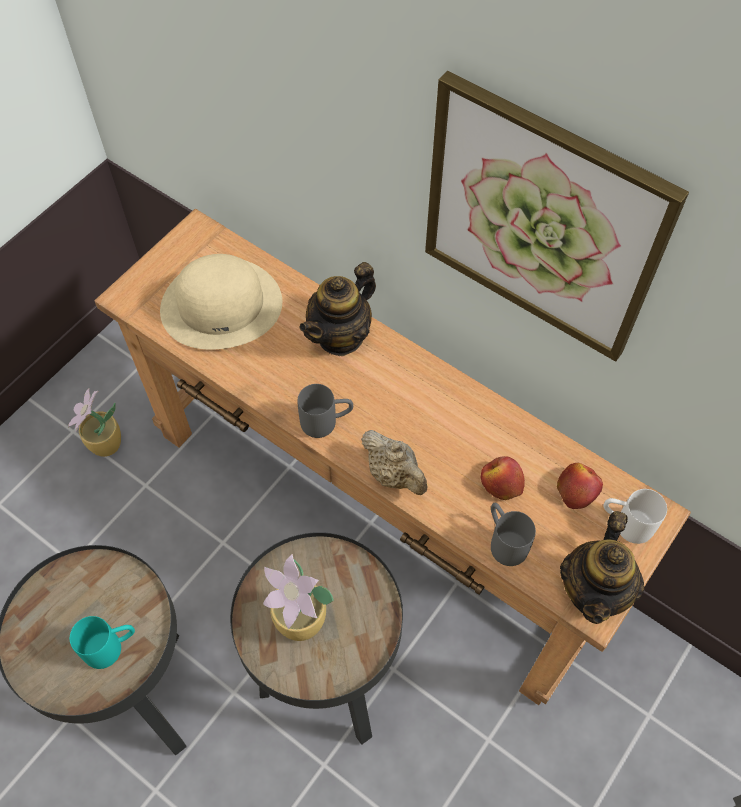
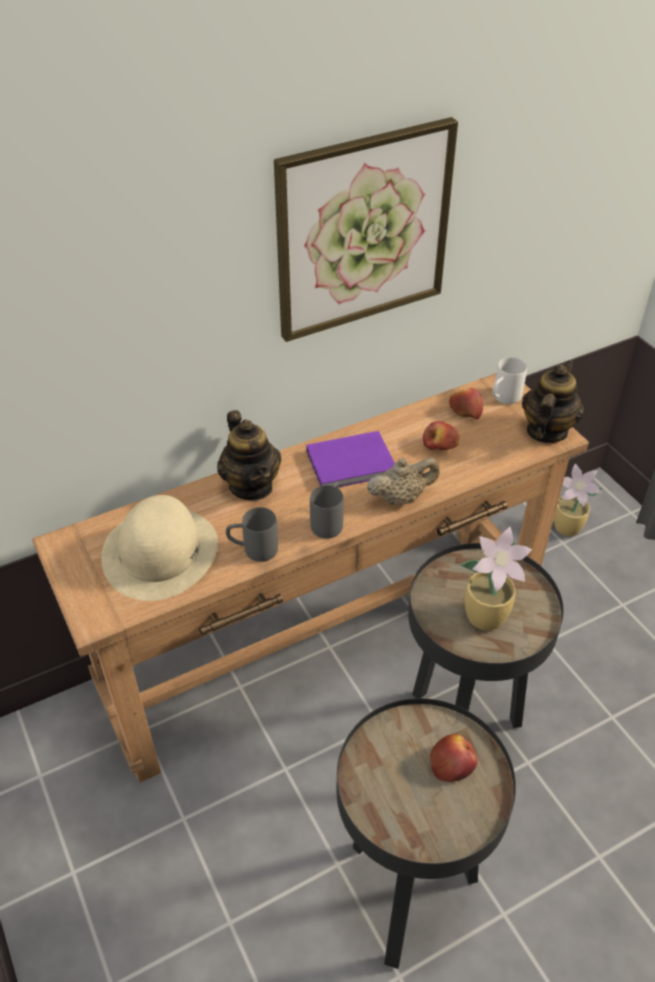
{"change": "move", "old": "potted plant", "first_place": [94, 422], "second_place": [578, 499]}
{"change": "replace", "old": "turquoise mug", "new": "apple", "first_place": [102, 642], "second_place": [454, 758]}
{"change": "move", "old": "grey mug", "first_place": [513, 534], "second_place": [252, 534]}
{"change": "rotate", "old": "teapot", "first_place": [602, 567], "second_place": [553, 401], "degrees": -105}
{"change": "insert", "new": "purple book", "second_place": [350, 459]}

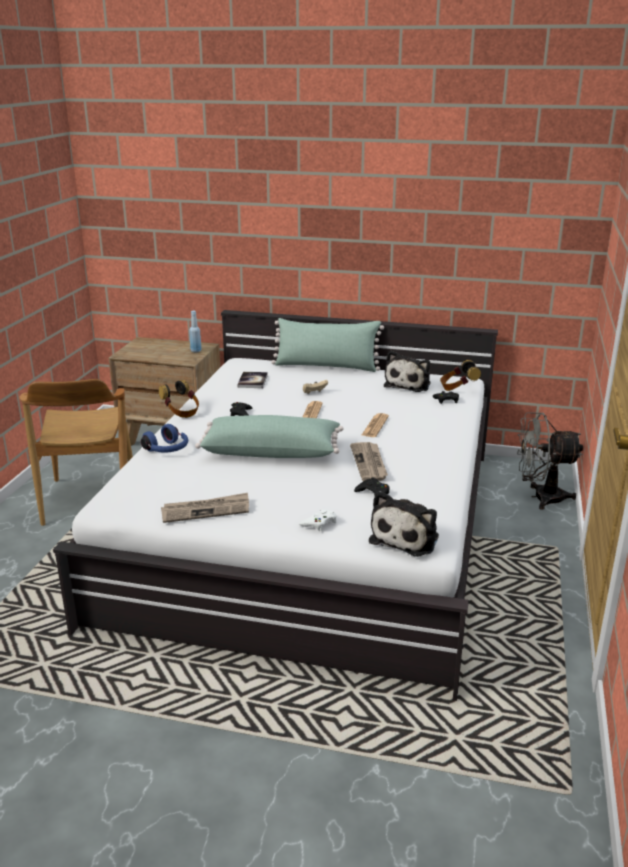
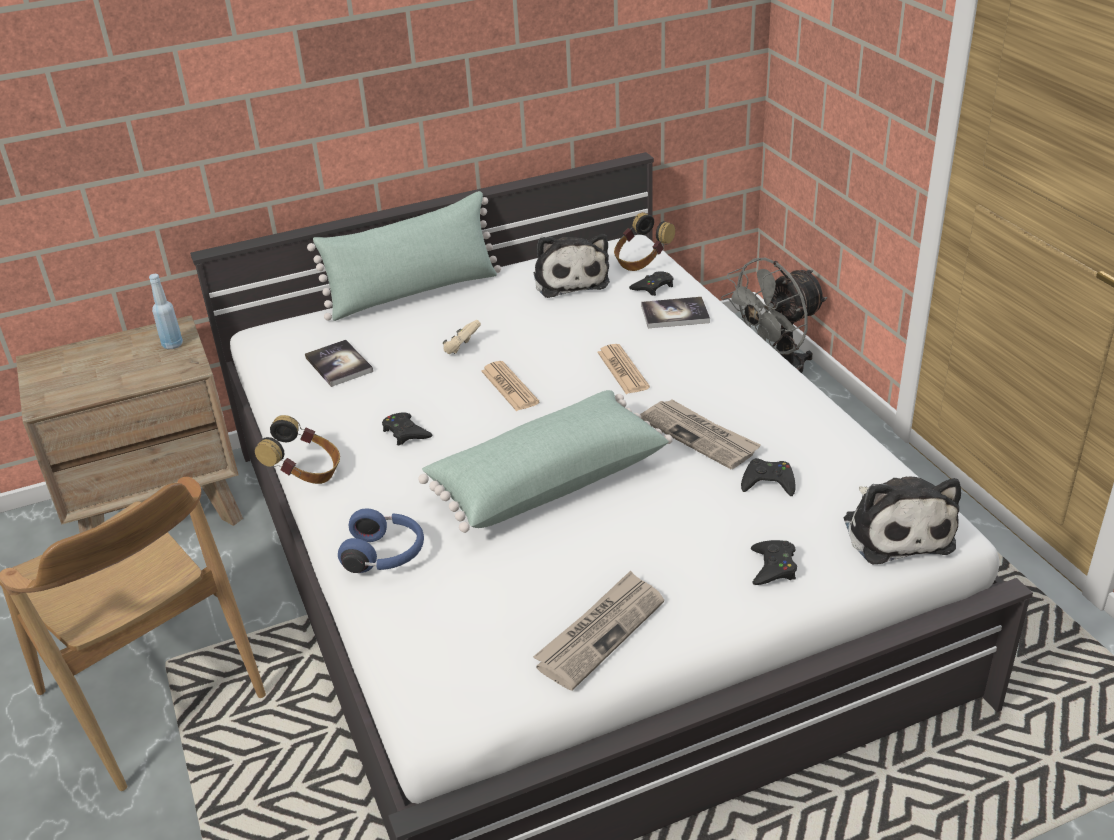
{"change": "recolor", "old": "white game controller", "new": "black game controller", "first_place": [318, 520], "second_place": [774, 562]}
{"change": "insert", "new": "book", "second_place": [675, 312]}

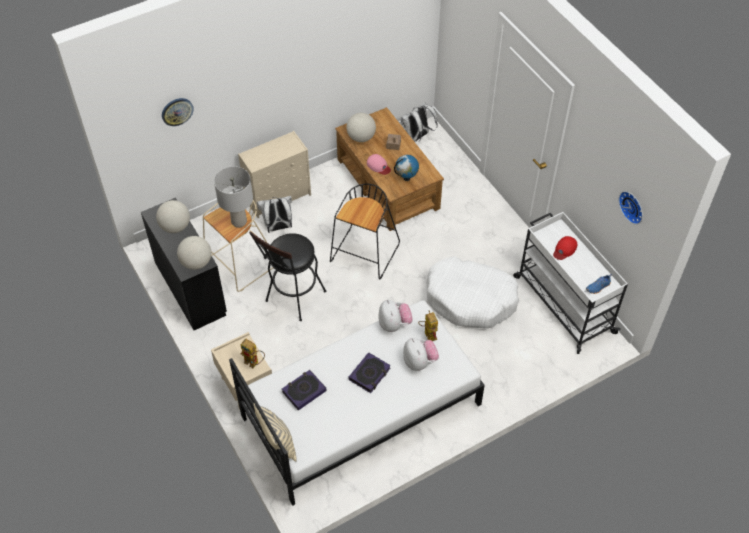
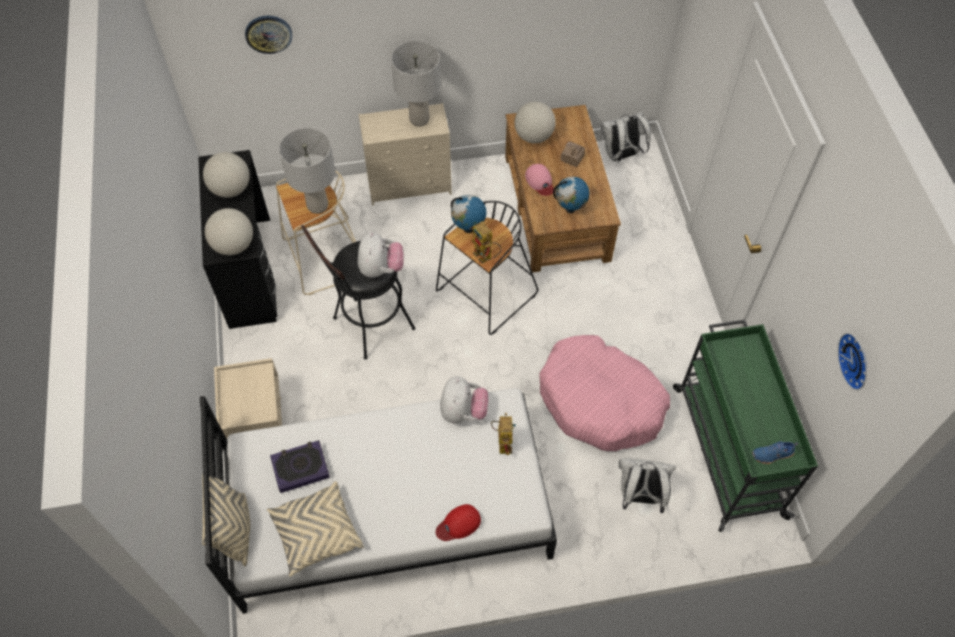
{"change": "move", "old": "toy robot", "first_place": [252, 353], "second_place": [486, 242]}
{"change": "move", "old": "white backpack", "first_place": [274, 214], "second_place": [648, 485]}
{"change": "delete", "old": "book", "first_place": [370, 372]}
{"change": "move", "old": "plush toy", "first_place": [421, 354], "second_place": [381, 255]}
{"change": "recolor", "old": "white dog bed", "new": "pink dog bed", "first_place": [473, 292], "second_place": [605, 393]}
{"change": "recolor", "old": "white cart", "new": "green cart", "first_place": [570, 283], "second_place": [745, 425]}
{"change": "move", "old": "red cap", "first_place": [565, 248], "second_place": [458, 522]}
{"change": "insert", "new": "beige pillow", "second_place": [315, 529]}
{"change": "insert", "new": "grey table lamp", "second_place": [416, 84]}
{"change": "insert", "new": "globe", "second_place": [468, 214]}

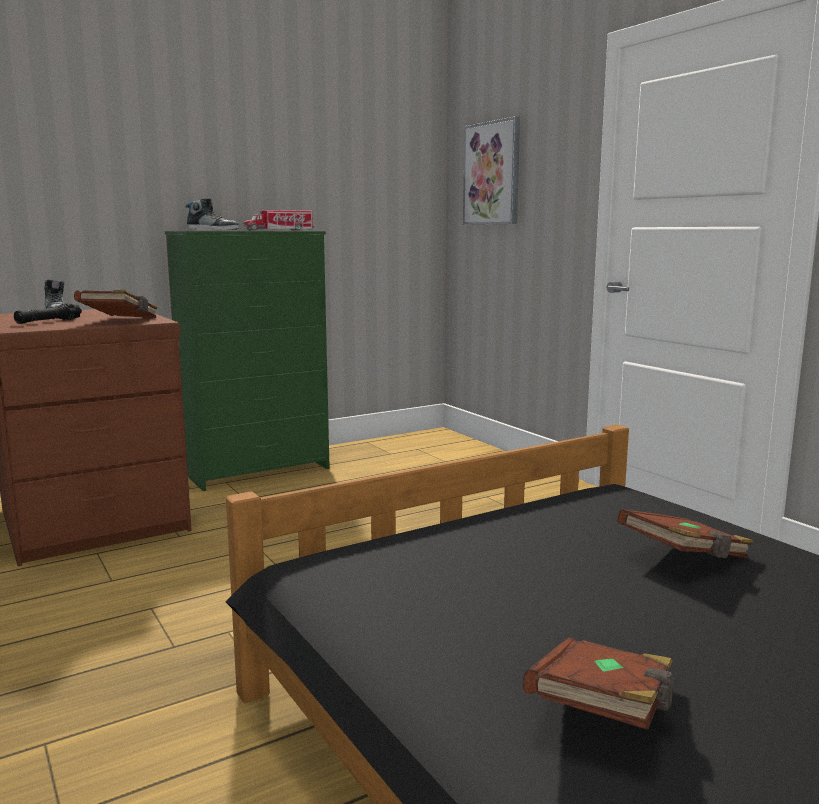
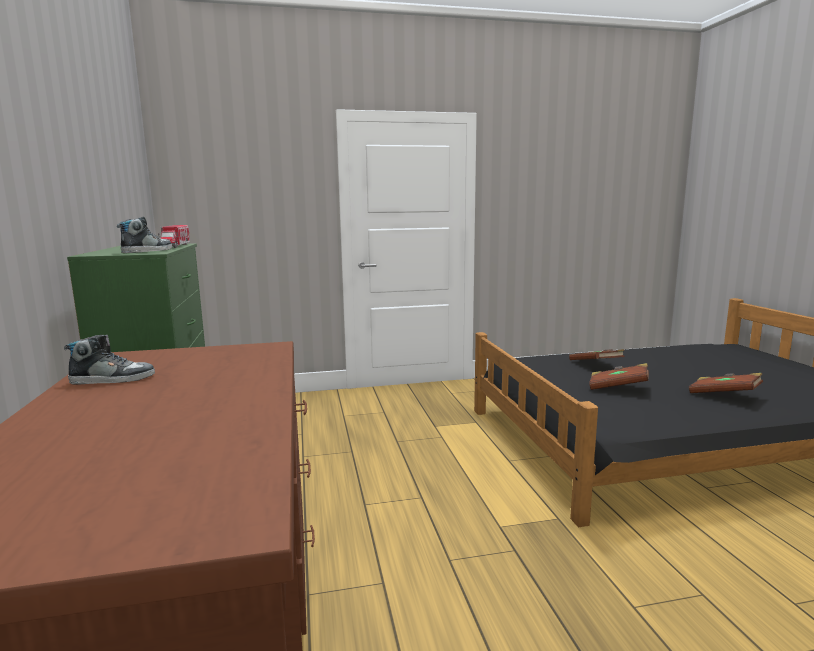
{"change": "delete", "old": "black flashlight", "first_place": [48, 313]}
{"change": "move", "old": "brown book", "first_place": [116, 304], "second_place": [619, 376]}
{"change": "delete", "old": "picture", "first_place": [491, 171]}

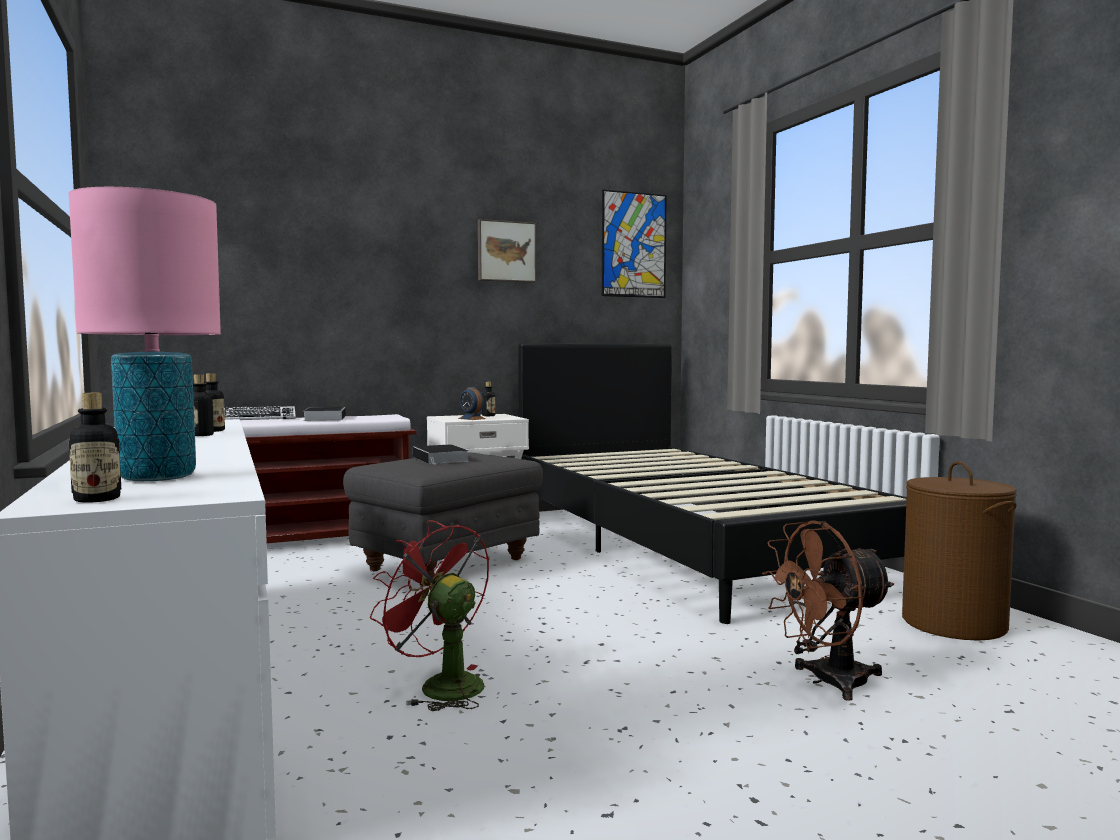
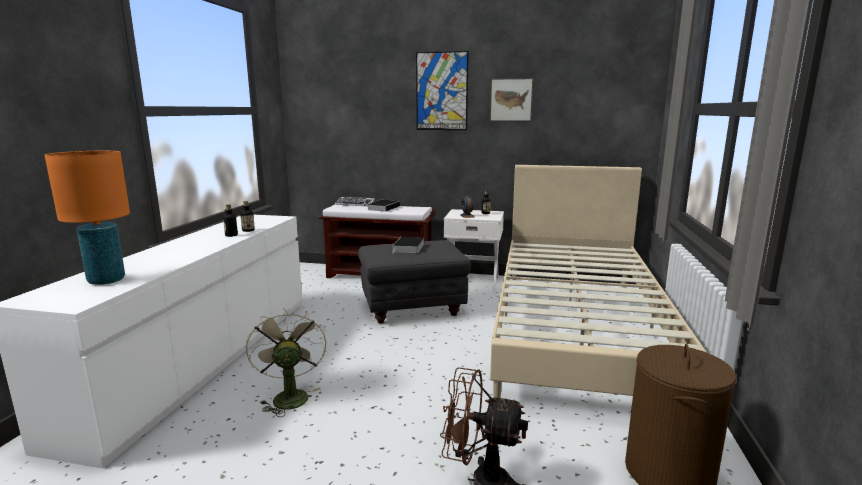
{"change": "recolor", "old": "pink table lamp", "new": "orange table lamp", "first_place": [145, 334], "second_place": [87, 218]}
{"change": "delete", "old": "bottle", "first_place": [95, 448]}
{"change": "recolor", "old": "red fan", "new": "beige fan", "first_place": [429, 615], "second_place": [286, 362]}
{"change": "recolor", "old": "black bed", "new": "beige bed", "first_place": [712, 483], "second_place": [598, 281]}
{"change": "move", "old": "picture", "first_place": [634, 244], "second_place": [442, 90]}

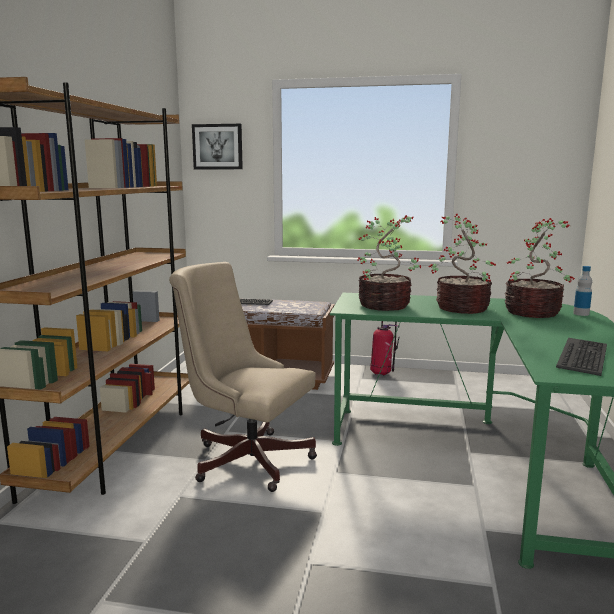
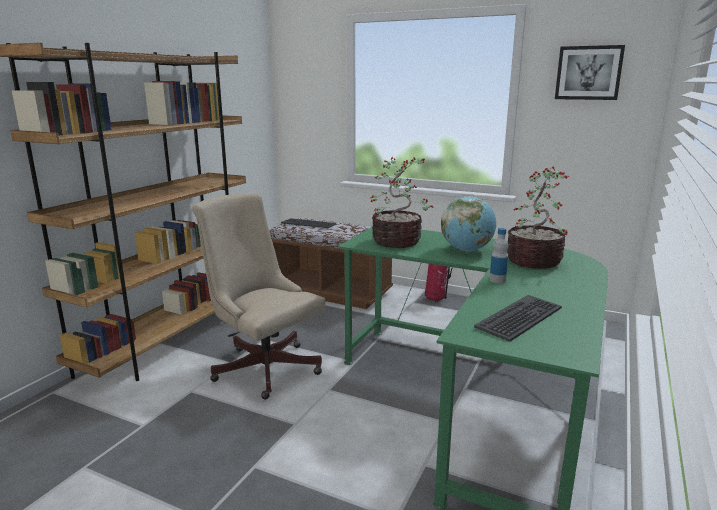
{"change": "move", "old": "picture", "first_place": [217, 146], "second_place": [590, 72]}
{"change": "replace", "old": "potted plant", "new": "globe", "first_place": [462, 264], "second_place": [468, 223]}
{"change": "move", "old": "bottle", "first_place": [582, 291], "second_place": [498, 255]}

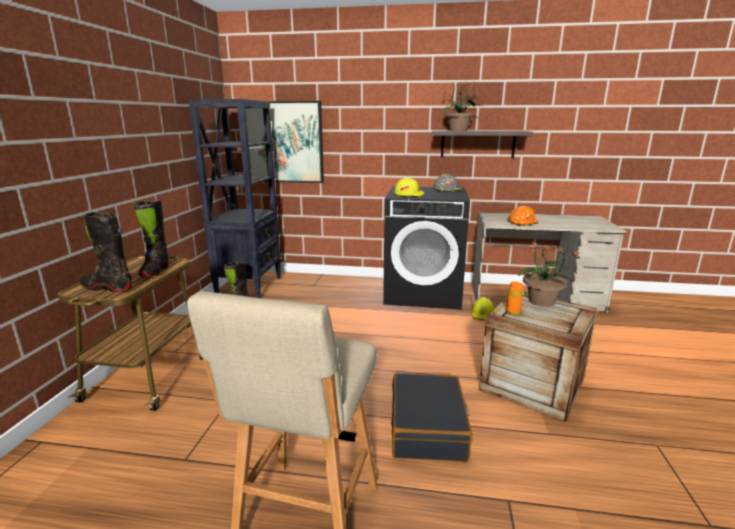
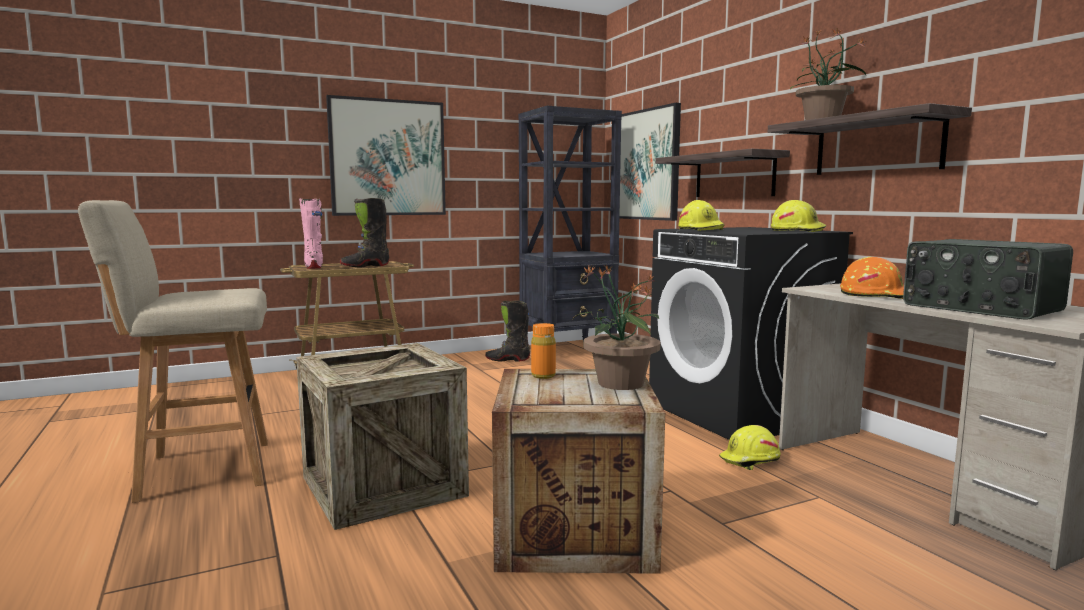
{"change": "recolor", "old": "black boot", "new": "pink boot", "first_place": [106, 252], "second_place": [311, 233]}
{"change": "replace", "old": "black suitcase", "new": "crate", "first_place": [431, 417], "second_place": [382, 436]}
{"change": "recolor", "old": "grey hard hat", "new": "yellow hard hat", "first_place": [447, 183], "second_place": [798, 216]}
{"change": "insert", "new": "picture", "second_place": [386, 155]}
{"change": "insert", "new": "shelf", "second_place": [722, 173]}
{"change": "insert", "new": "radio", "second_place": [988, 279]}

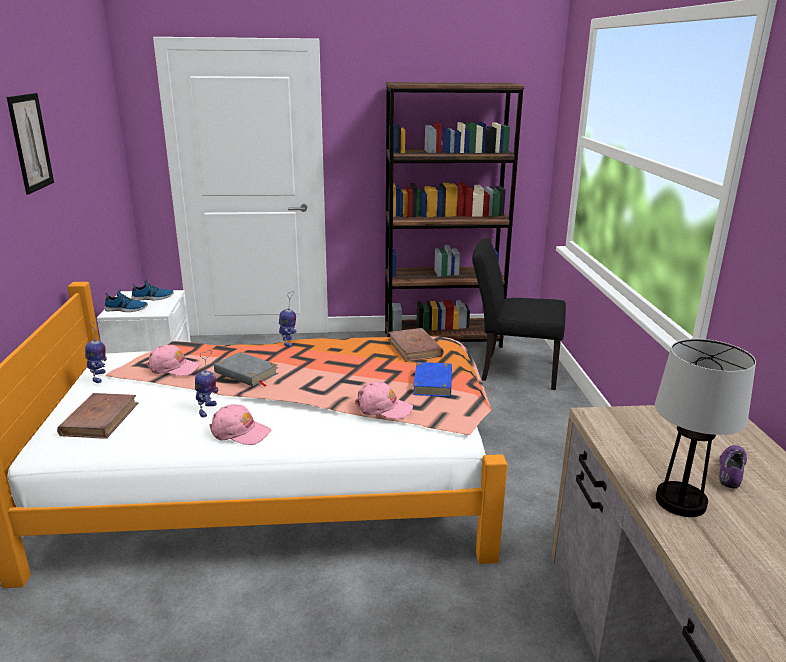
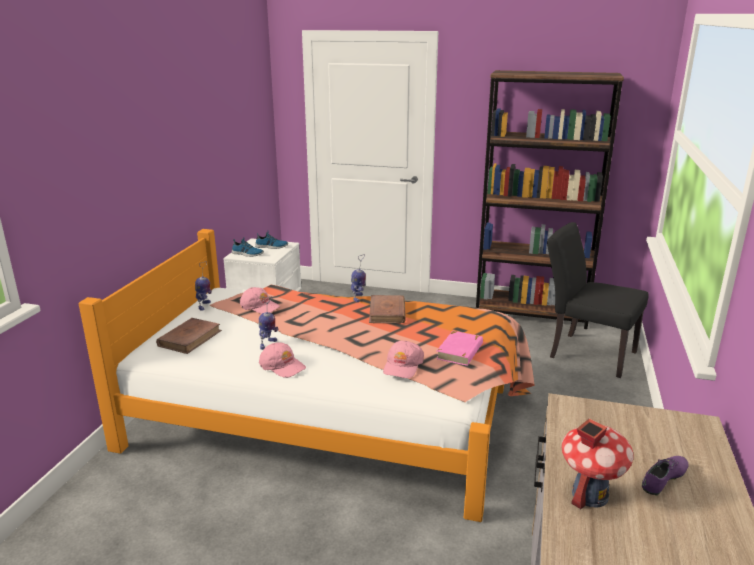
{"change": "delete", "old": "picture", "first_place": [30, 143]}
{"change": "delete", "old": "grey book", "first_place": [246, 369]}
{"change": "rotate", "old": "pink cap", "first_place": [384, 400], "second_place": [403, 359], "degrees": 75}
{"change": "move", "old": "brown book", "first_place": [416, 345], "second_place": [387, 309]}
{"change": "recolor", "old": "blue book", "new": "pink book", "first_place": [432, 379], "second_place": [459, 348]}
{"change": "replace", "old": "table lamp", "new": "toy house", "first_place": [705, 428], "second_place": [598, 464]}

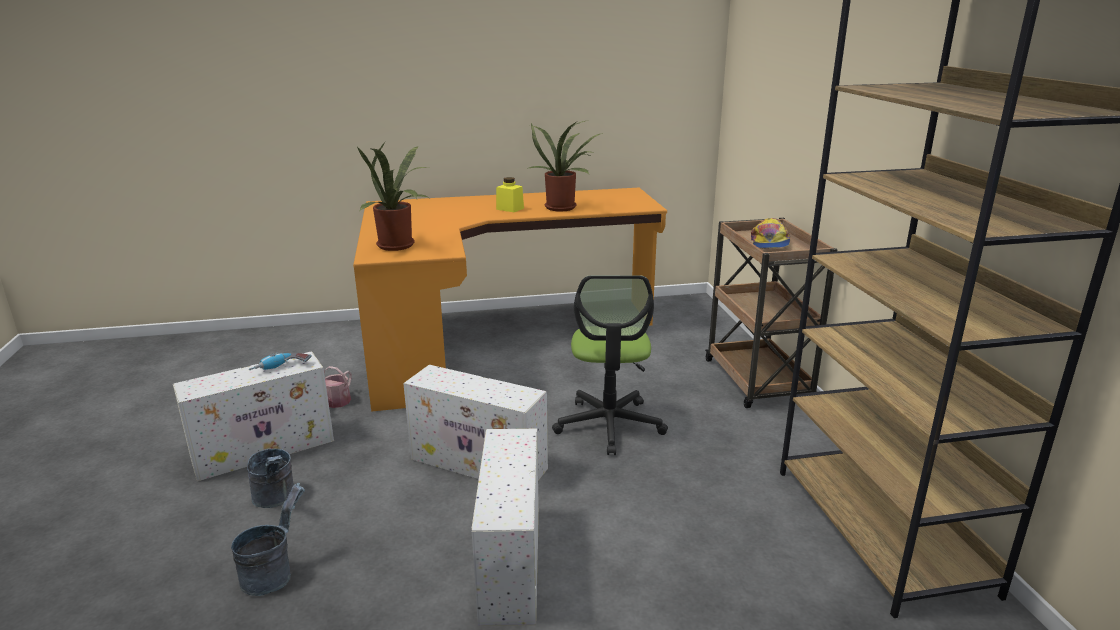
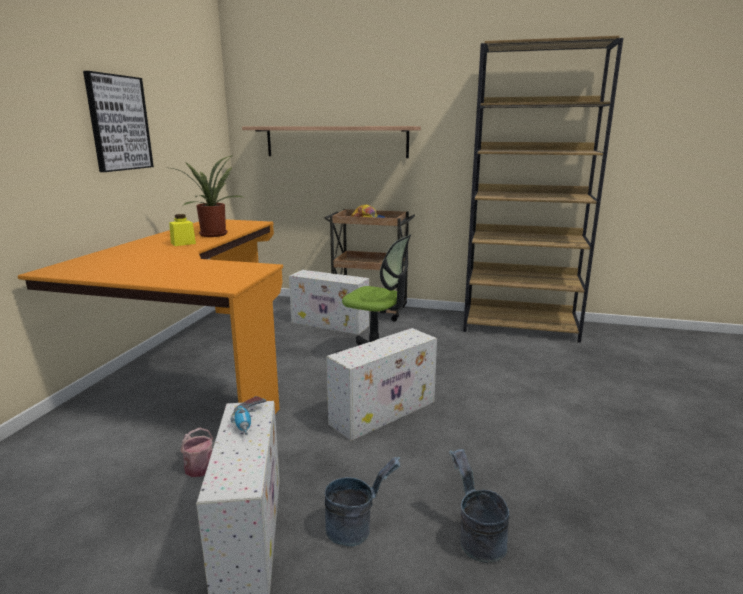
{"change": "delete", "old": "potted plant", "first_place": [393, 196]}
{"change": "move", "old": "white storage box", "first_place": [505, 527], "second_place": [329, 302]}
{"change": "insert", "new": "picture", "second_place": [118, 121]}
{"change": "insert", "new": "shelf", "second_place": [331, 142]}

